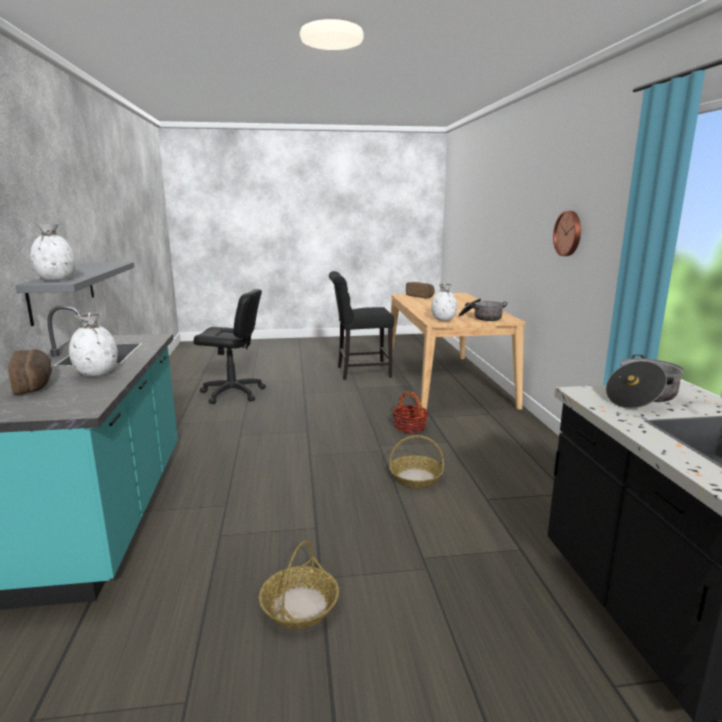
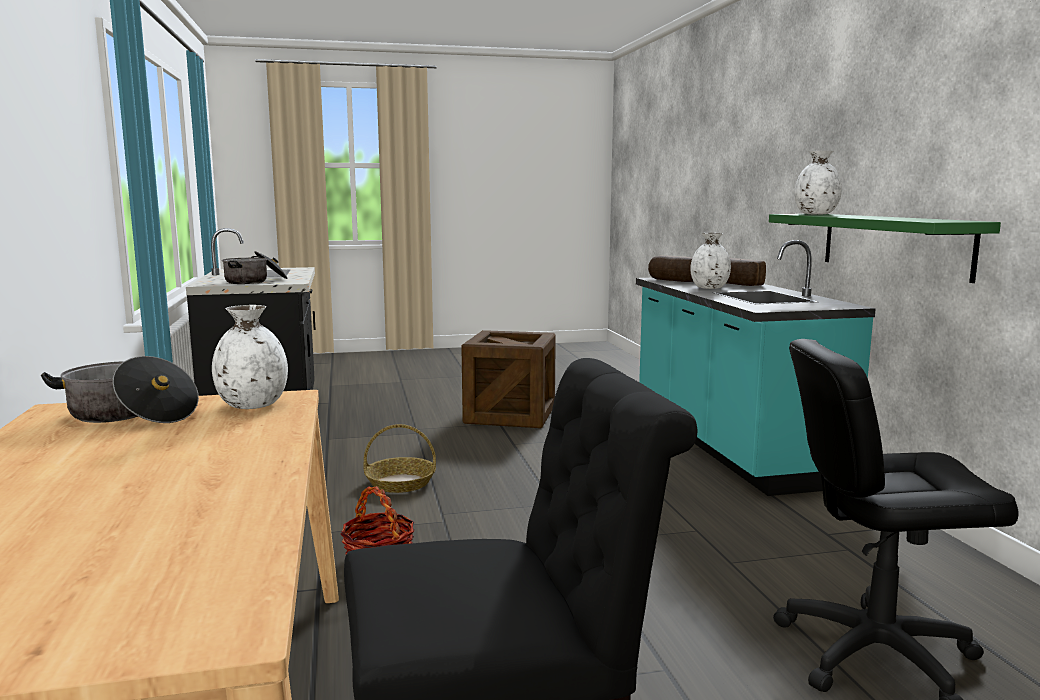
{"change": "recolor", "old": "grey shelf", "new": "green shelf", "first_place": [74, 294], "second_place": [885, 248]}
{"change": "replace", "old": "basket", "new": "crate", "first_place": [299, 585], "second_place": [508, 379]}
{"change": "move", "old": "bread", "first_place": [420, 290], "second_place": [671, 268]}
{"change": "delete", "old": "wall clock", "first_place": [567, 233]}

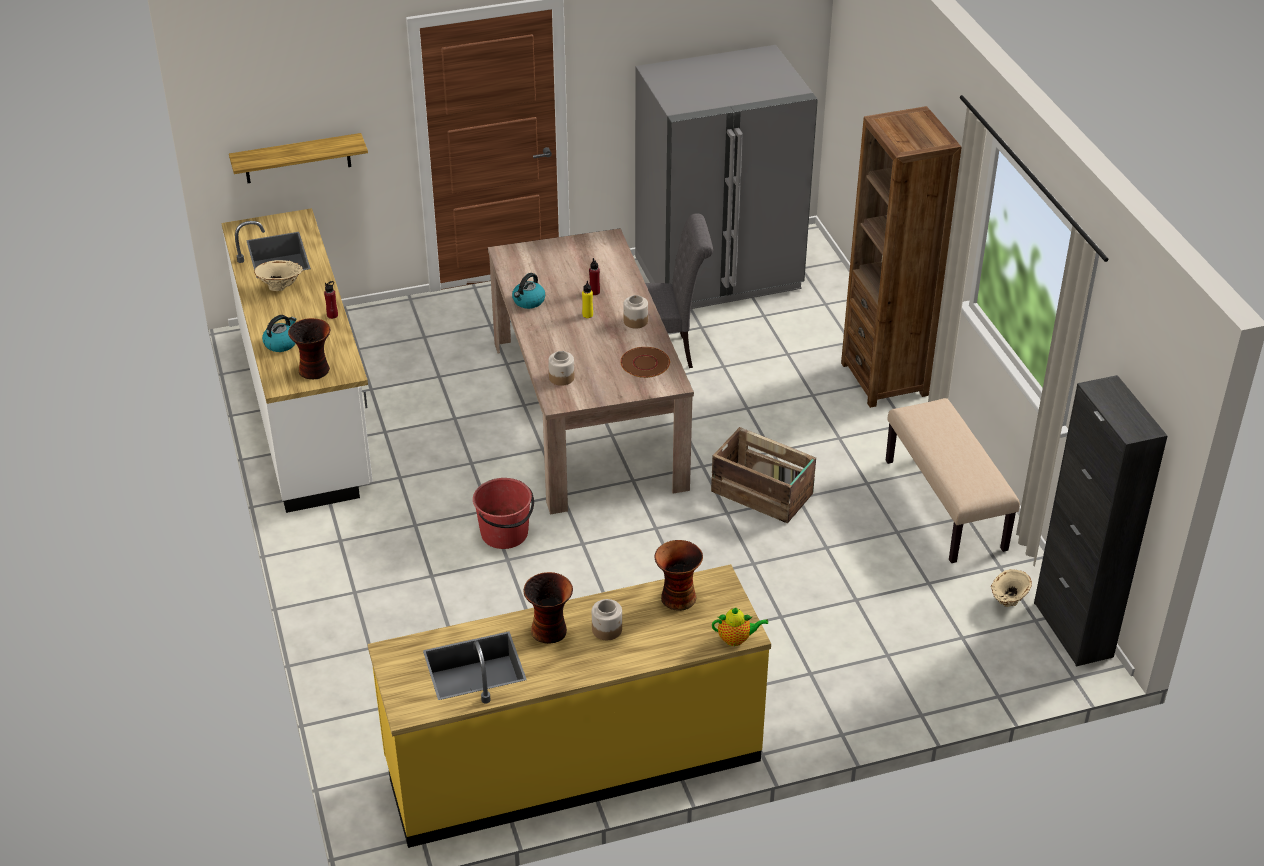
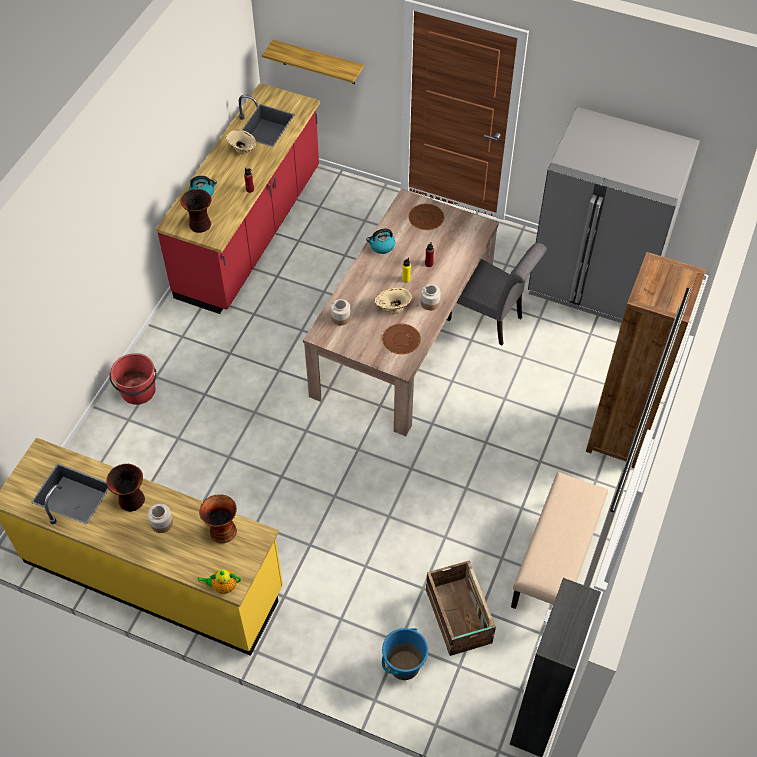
{"change": "recolor", "old": "white counter", "new": "red counter", "first_place": [297, 360], "second_place": [238, 198]}
{"change": "move", "old": "red bucket", "first_place": [503, 513], "second_place": [133, 379]}
{"change": "move", "old": "crate", "first_place": [763, 475], "second_place": [461, 608]}
{"change": "rotate", "old": "teapot", "first_place": [740, 626], "second_place": [219, 581], "degrees": 135}
{"change": "move", "old": "beige vase", "first_place": [1011, 588], "second_place": [393, 301]}
{"change": "insert", "new": "blue bucket", "second_place": [405, 654]}
{"change": "insert", "new": "brown plate", "second_place": [426, 217]}

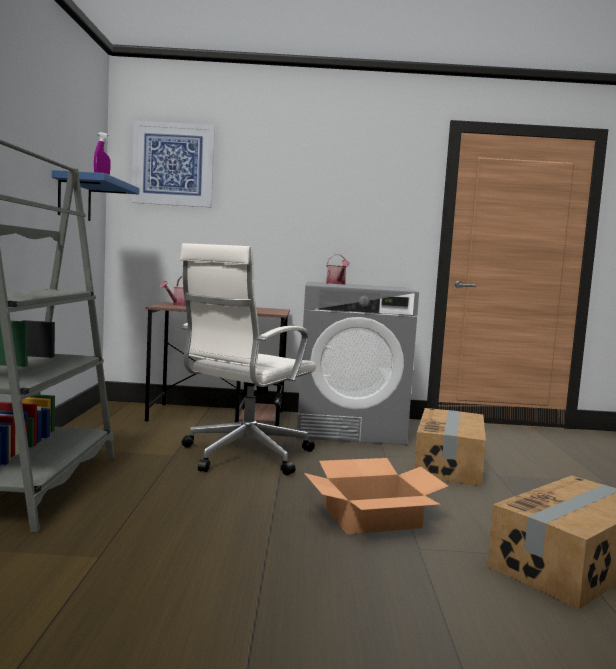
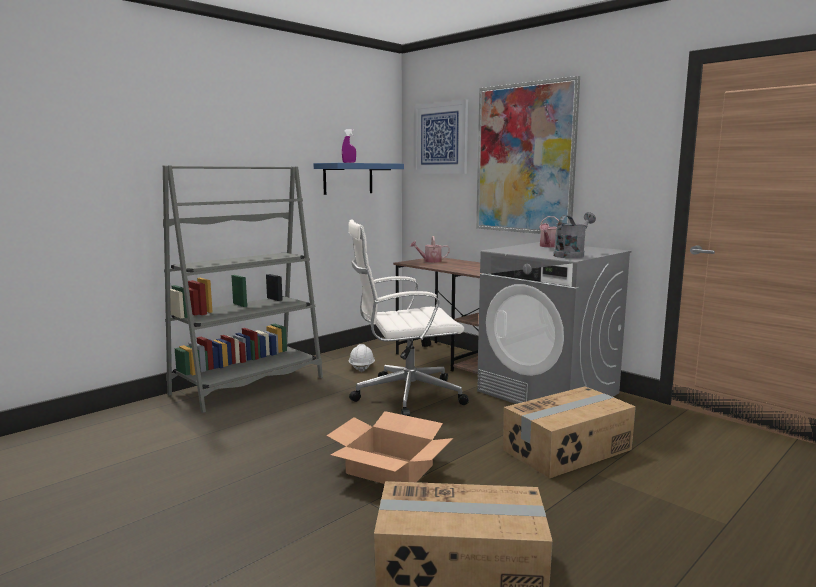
{"change": "insert", "new": "white hard hat", "second_place": [362, 358]}
{"change": "insert", "new": "picture", "second_place": [528, 155]}
{"change": "insert", "new": "grey watering can", "second_place": [574, 235]}

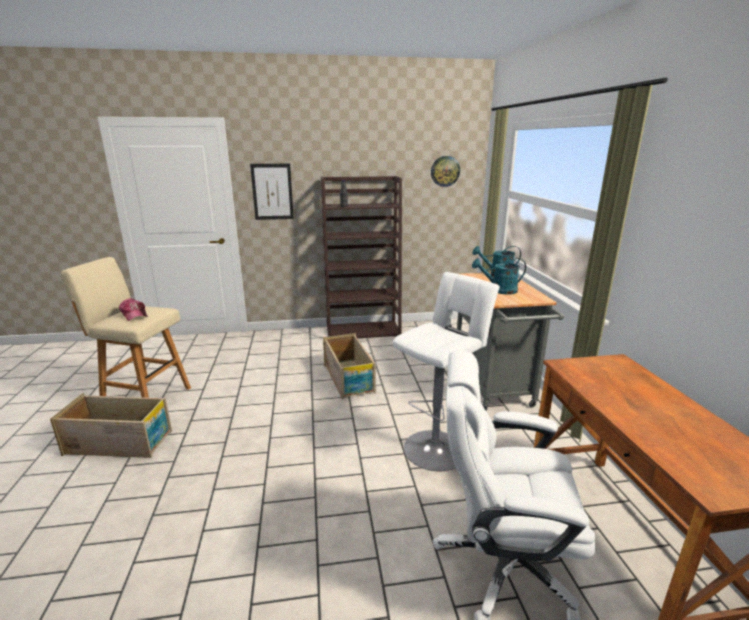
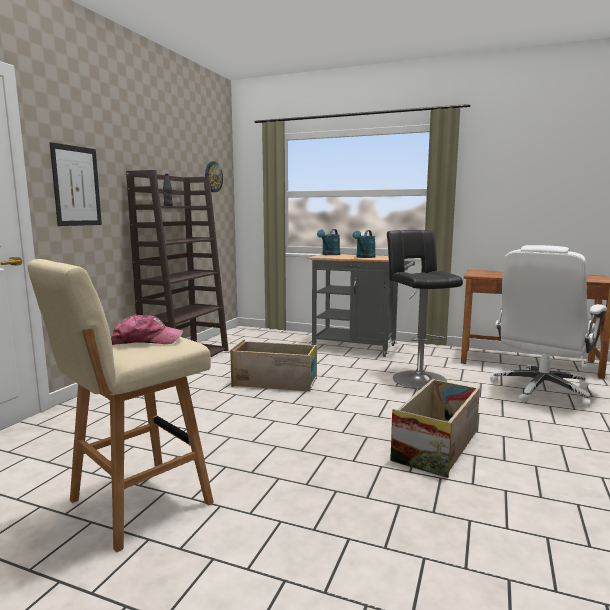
{"change": "move", "old": "crate", "first_place": [111, 425], "second_place": [435, 428]}
{"change": "recolor", "old": "white stool", "new": "black stool", "first_place": [446, 371], "second_place": [425, 309]}

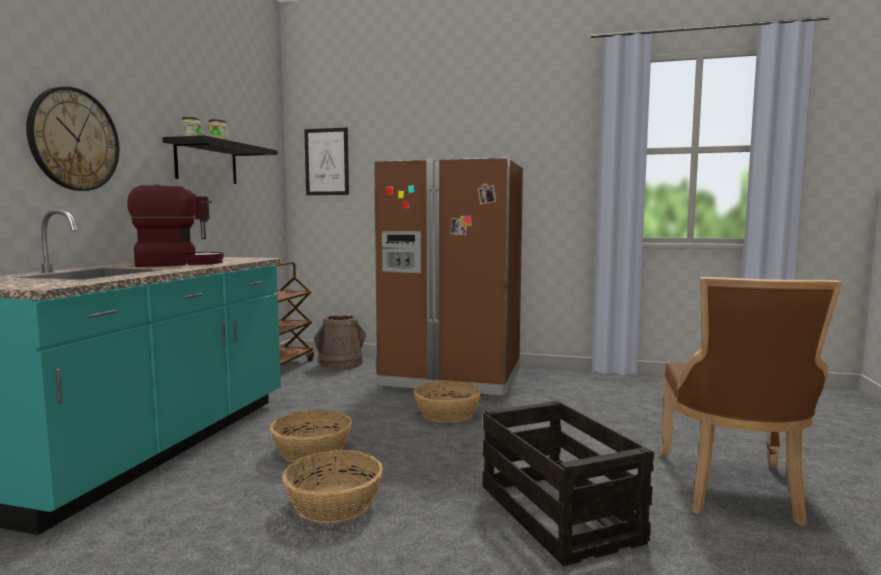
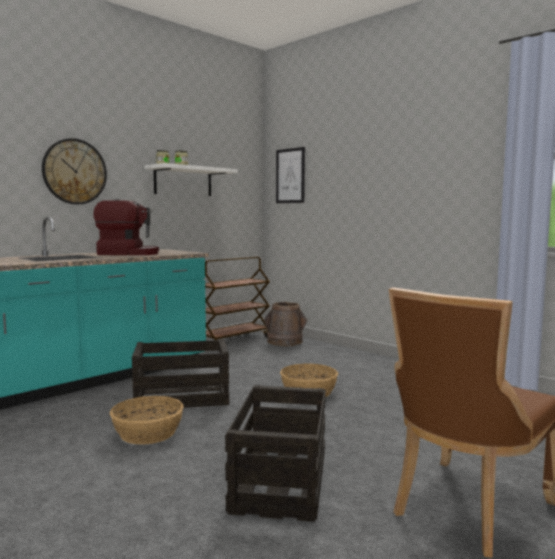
{"change": "recolor", "old": "black shelf", "new": "white shelf", "first_place": [220, 159], "second_place": [191, 179]}
{"change": "replace", "old": "basket", "new": "crate", "first_place": [311, 437], "second_place": [180, 374]}
{"change": "delete", "old": "brown fridge", "first_place": [448, 276]}

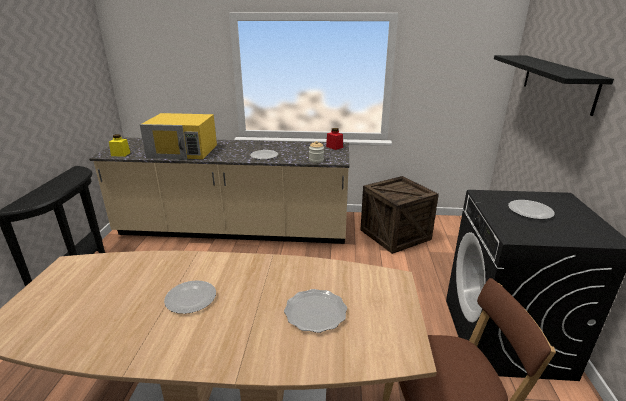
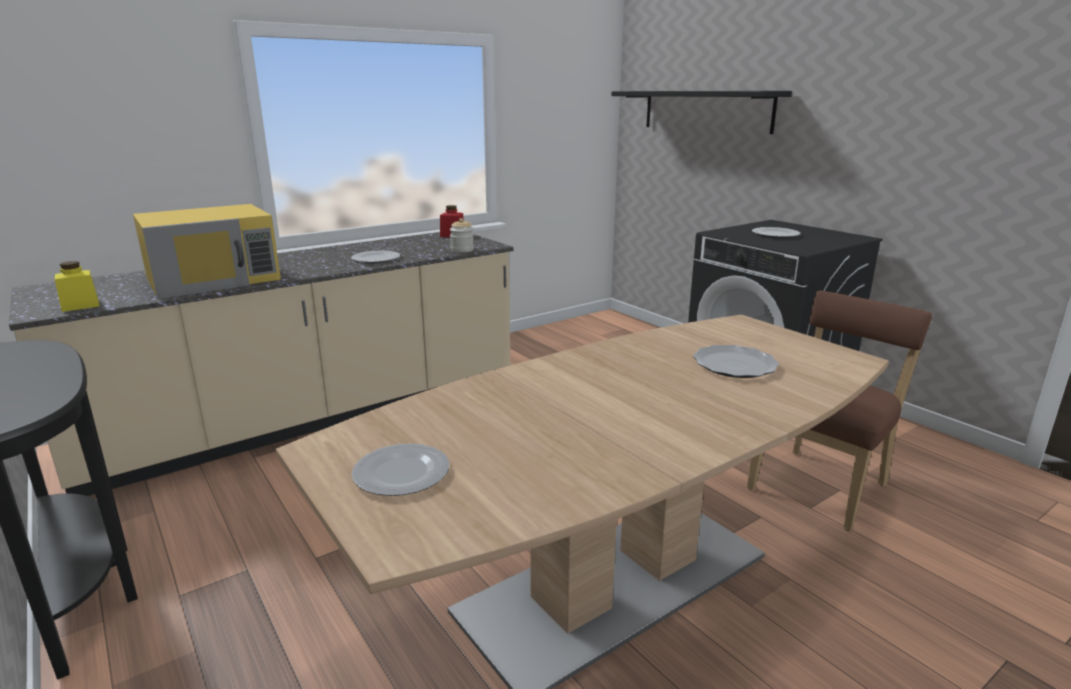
{"change": "move", "old": "plate", "first_place": [190, 297], "second_place": [400, 469]}
{"change": "delete", "old": "crate", "first_place": [399, 215]}

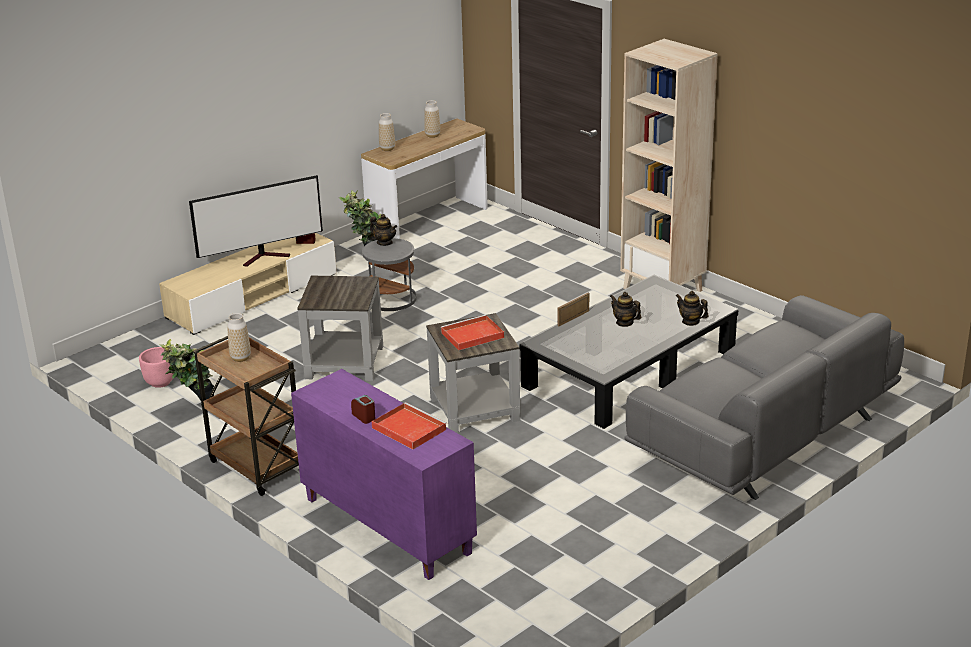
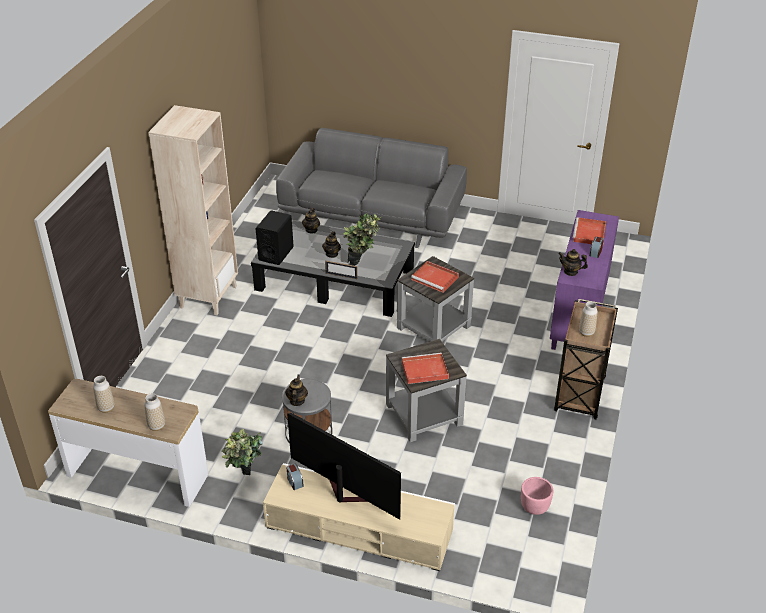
{"change": "move", "old": "potted plant", "first_place": [187, 372], "second_place": [363, 239]}
{"change": "insert", "new": "black speaker", "second_place": [274, 237]}
{"change": "insert", "new": "red tray", "second_place": [425, 368]}
{"change": "insert", "new": "teapot", "second_place": [573, 262]}

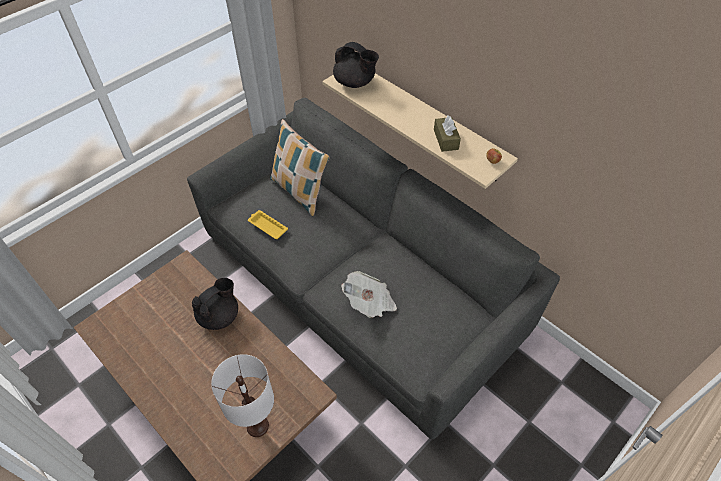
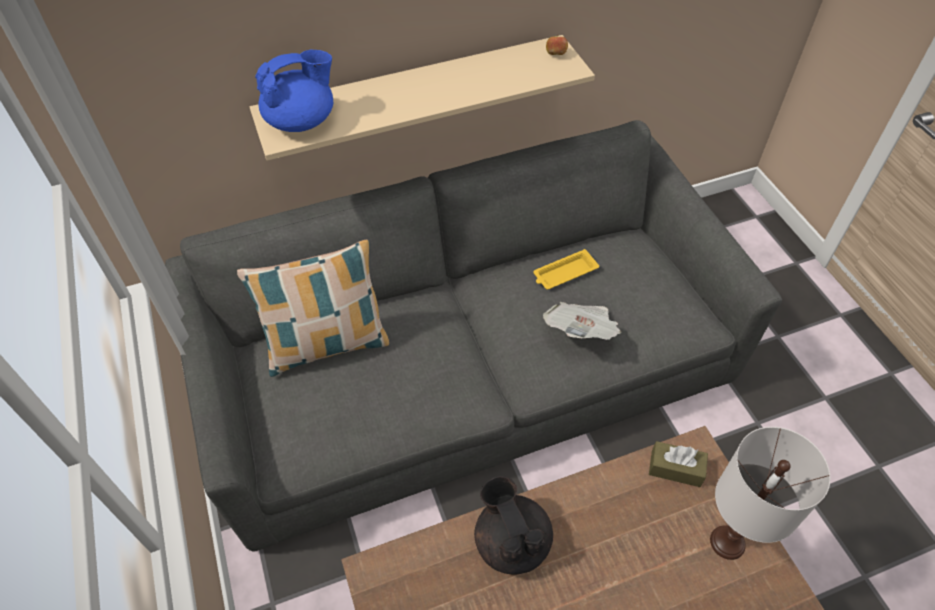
{"change": "move", "old": "yellow tray", "first_place": [268, 224], "second_place": [566, 269]}
{"change": "recolor", "old": "black teapot", "new": "blue teapot", "first_place": [356, 65], "second_place": [294, 91]}
{"change": "move", "old": "brown tissue box", "first_place": [447, 133], "second_place": [678, 464]}

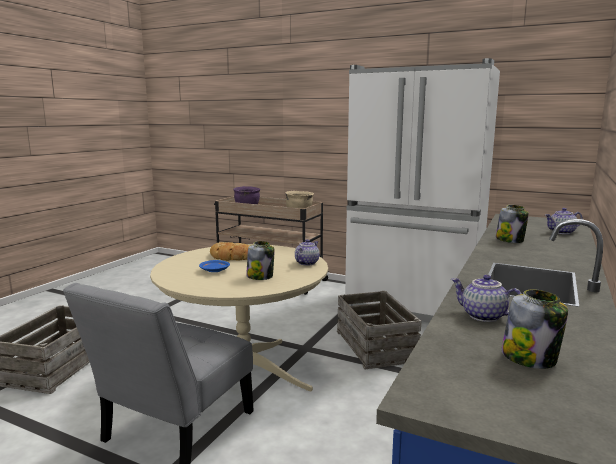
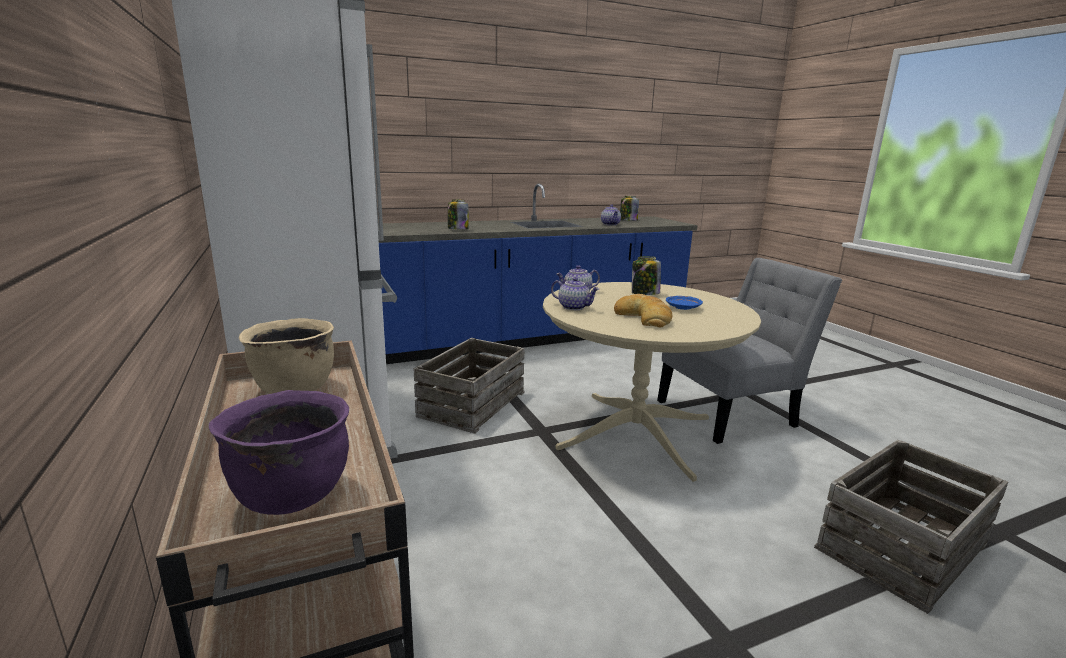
{"change": "move", "old": "teapot", "first_place": [564, 221], "second_place": [575, 293]}

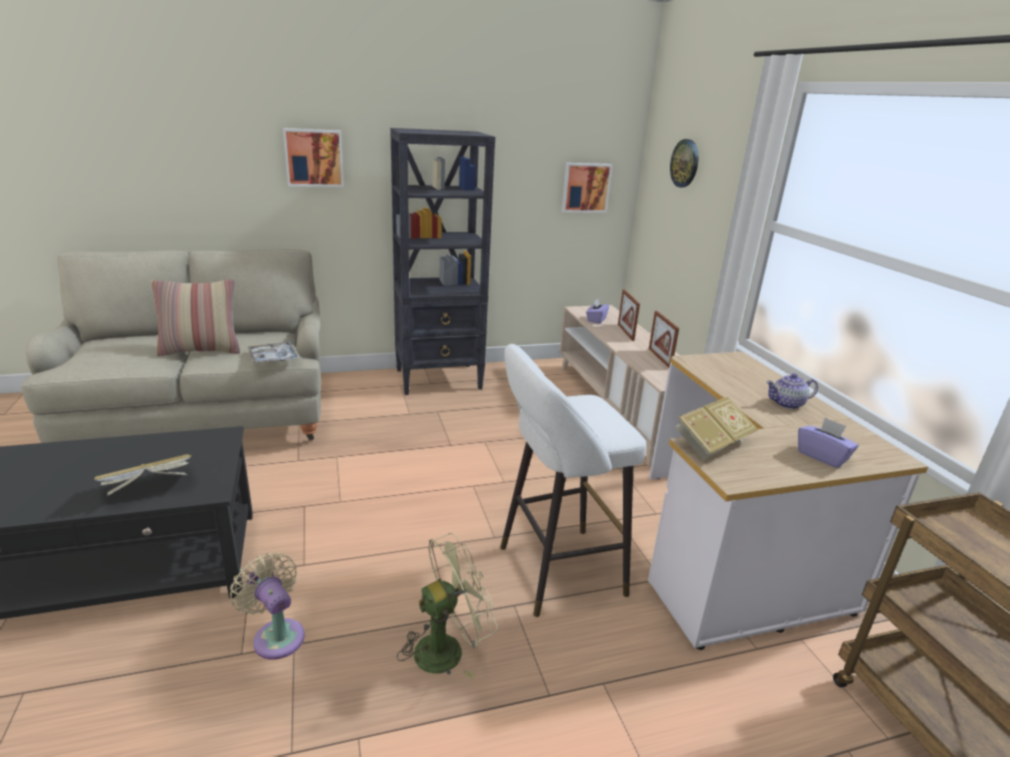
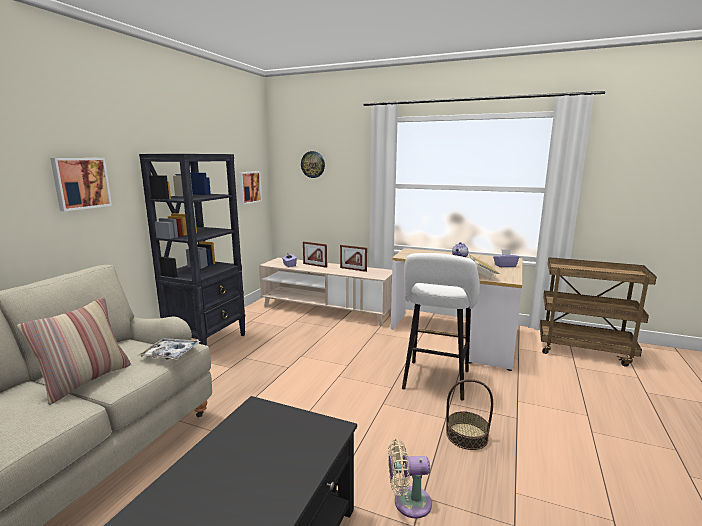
{"change": "delete", "old": "book", "first_place": [142, 475]}
{"change": "replace", "old": "green fan", "new": "basket", "first_place": [447, 606], "second_place": [469, 414]}

